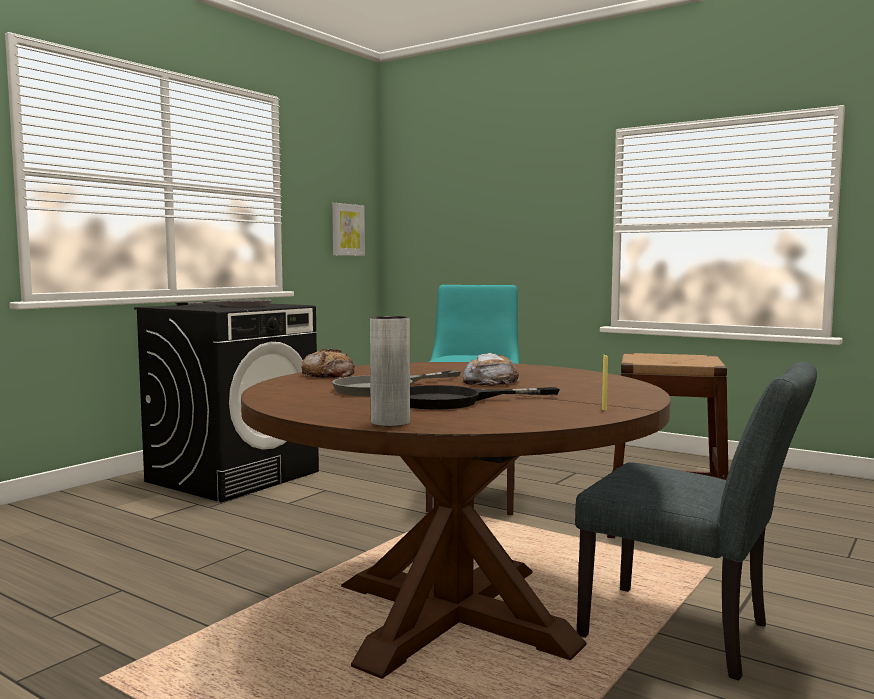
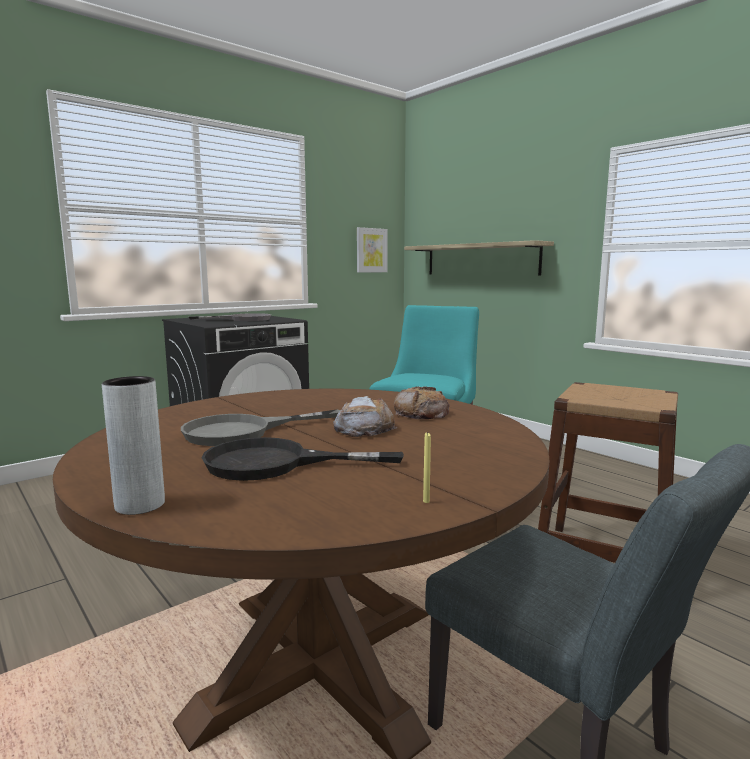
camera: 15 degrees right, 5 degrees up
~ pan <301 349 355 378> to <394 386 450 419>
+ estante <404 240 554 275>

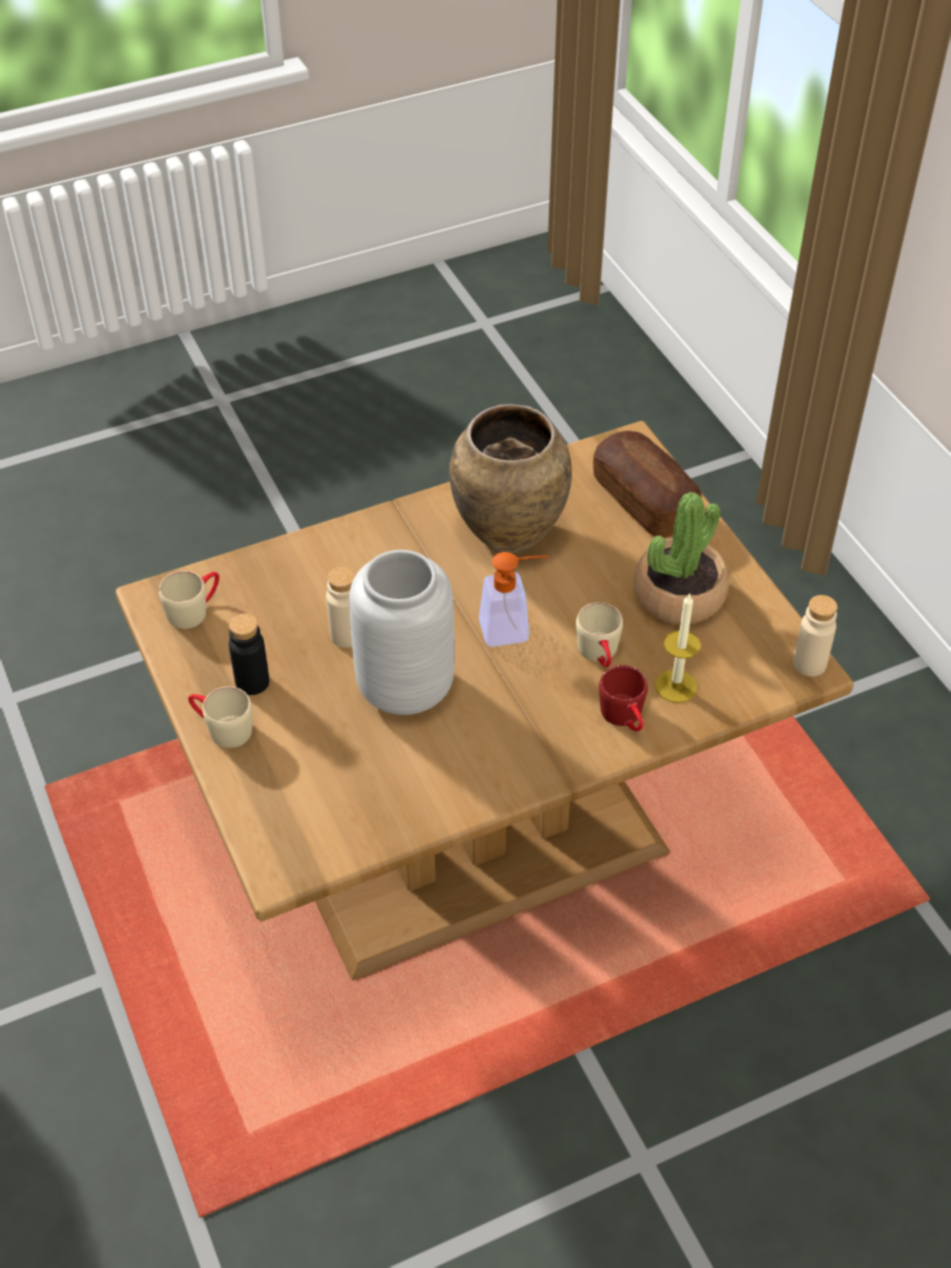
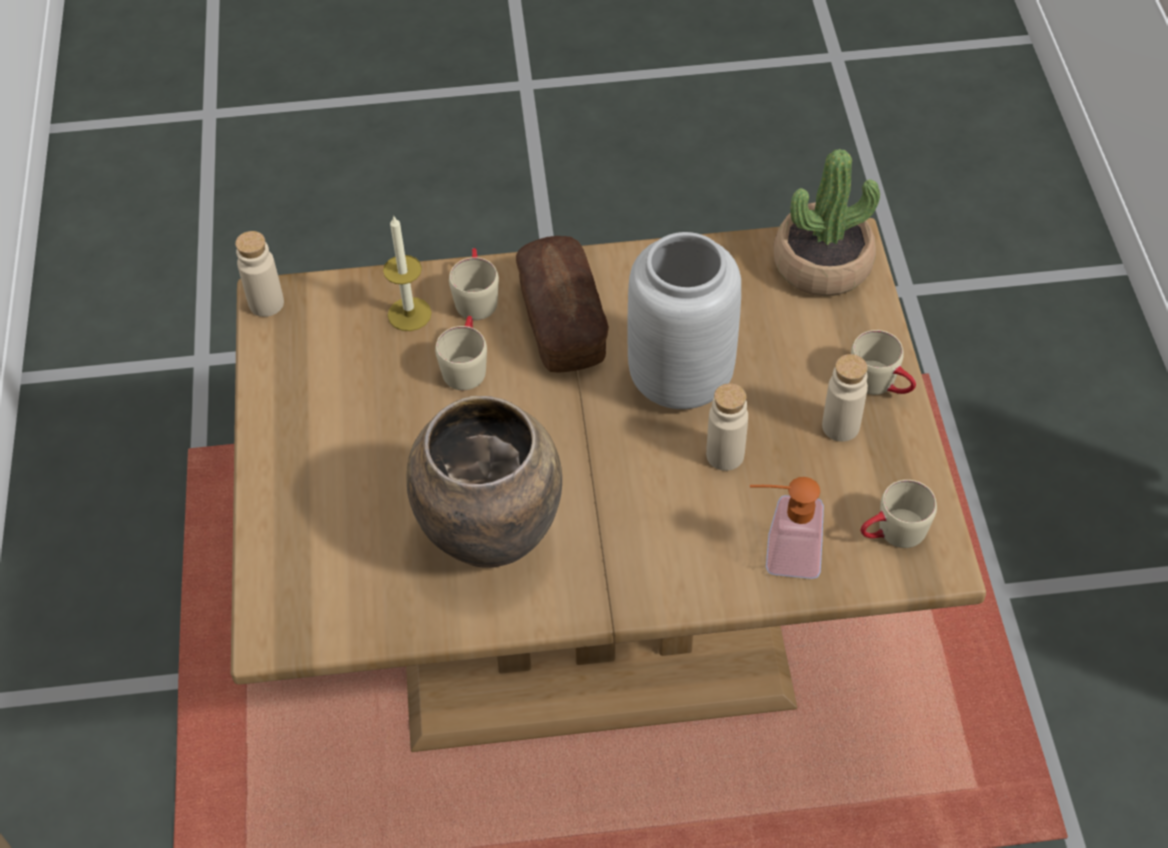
camera: 160 degrees left, 5 degrees up
~ pan <593 431 702 538> to <516 236 609 373>
~ planta en maceta <634 492 729 624> to <774 149 880 296>
~ dispensador de jabón <479 552 549 647> to <750 477 824 579>
~ botella [negro] <229 613 269 695> to botella [beis] <822 354 868 442>
~ taza grande [rojo] <599 665 648 731> to taza grande [beis] <449 248 499 320>

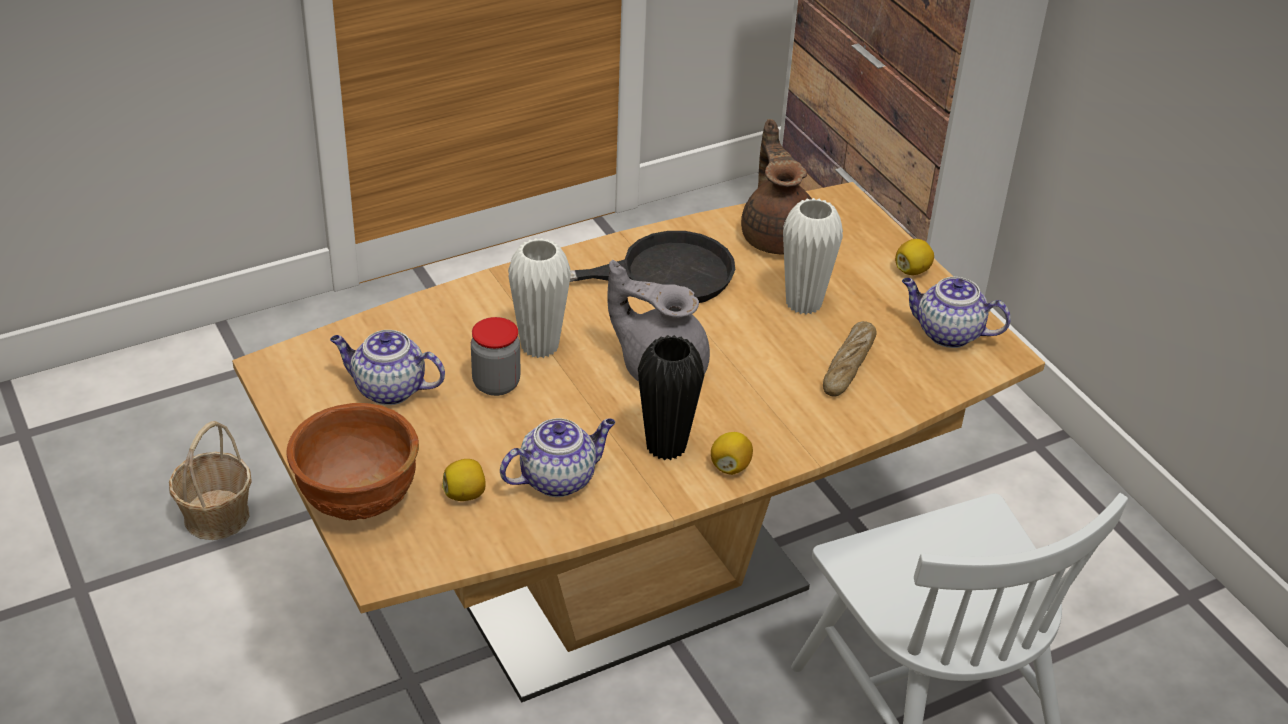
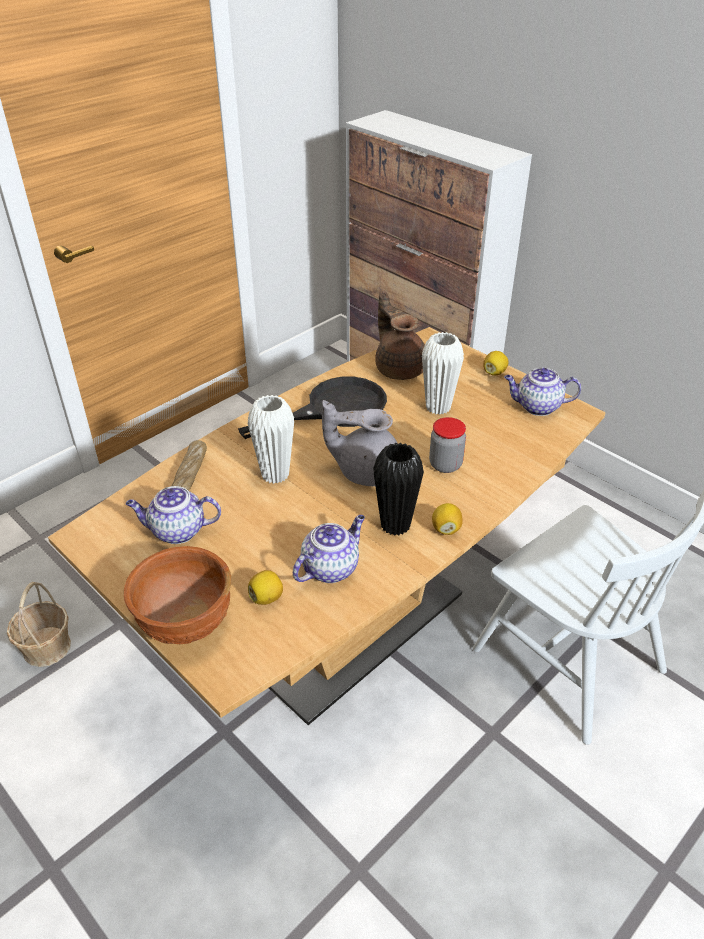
camera: 15 degrees left, 0 degrees up
~ tarro <471 317 521 396> to <429 417 466 473>
~ pan <823 321 876 397> to <172 440 207 491>

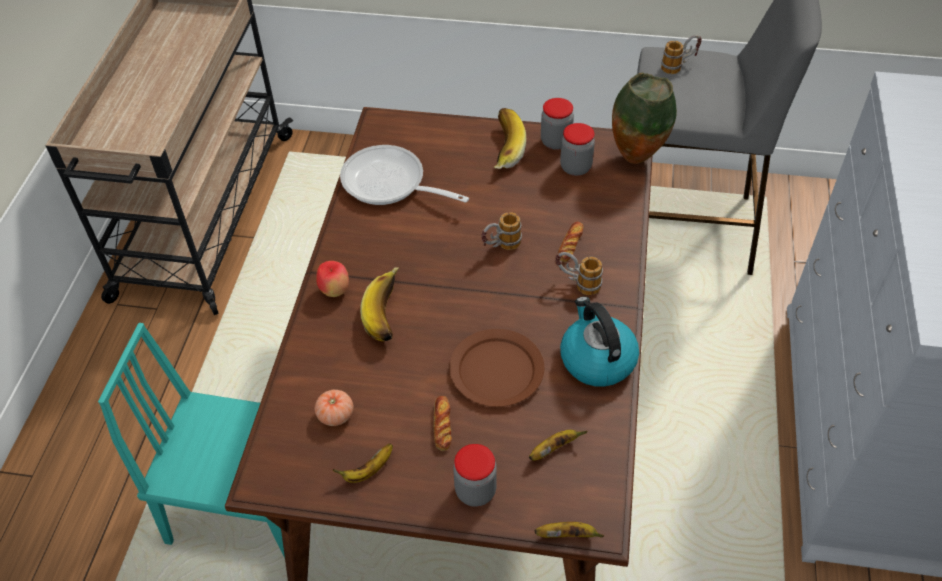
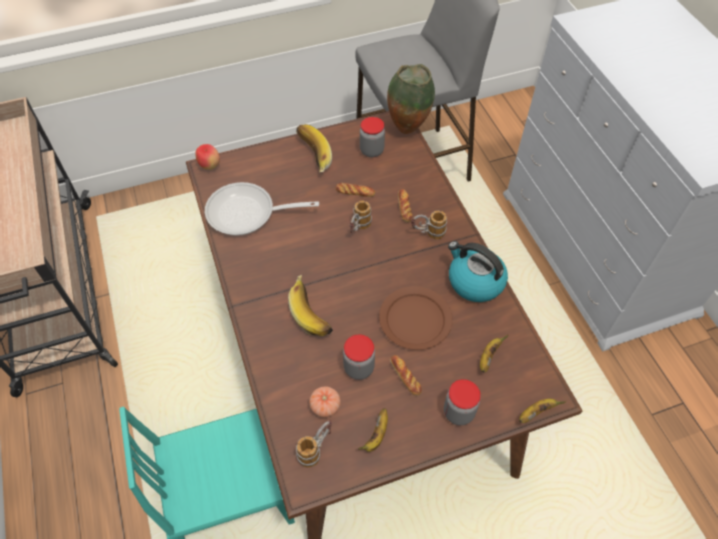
camera: 30 degrees left, 5 degrees up
~ taza grande <661 35 702 74> to <296 420 332 468>
~ tarro <541 98 574 150> to <343 334 375 380>
~ manzana <316 261 349 297> to <195 144 220 170>
+ pan <336 183 375 197>

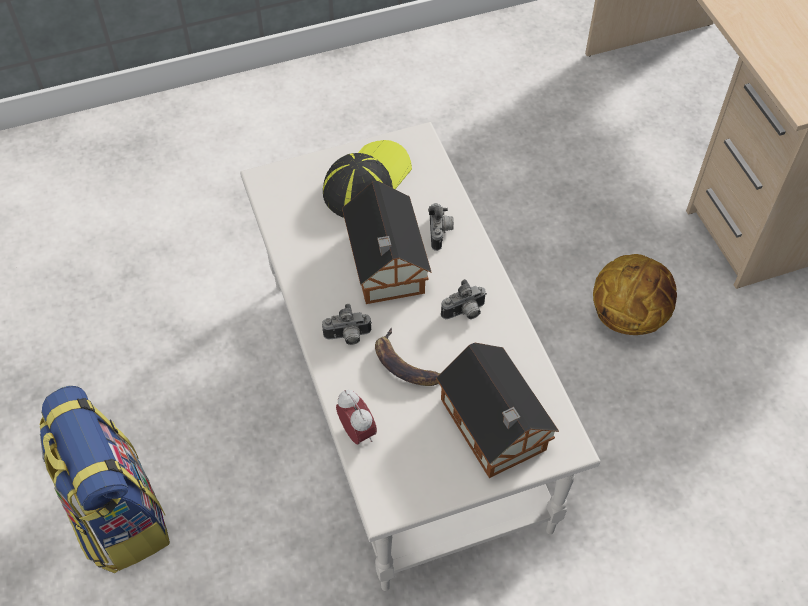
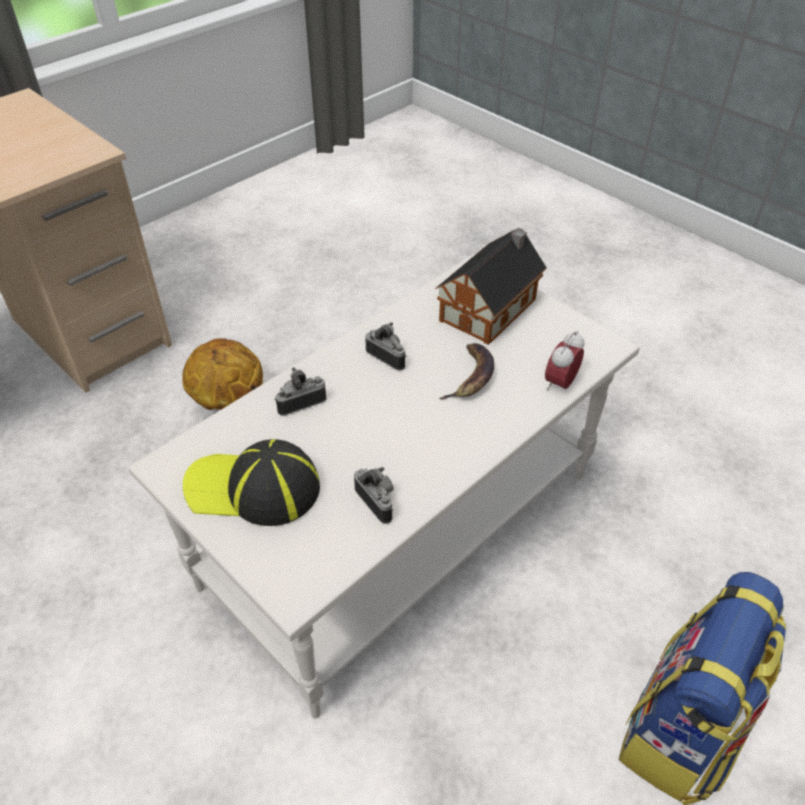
camera: 115 degrees left, 10 degrees down
- casita <342 181 432 304>
~ cámara <322 304 372 345> to <354 467 394 524>

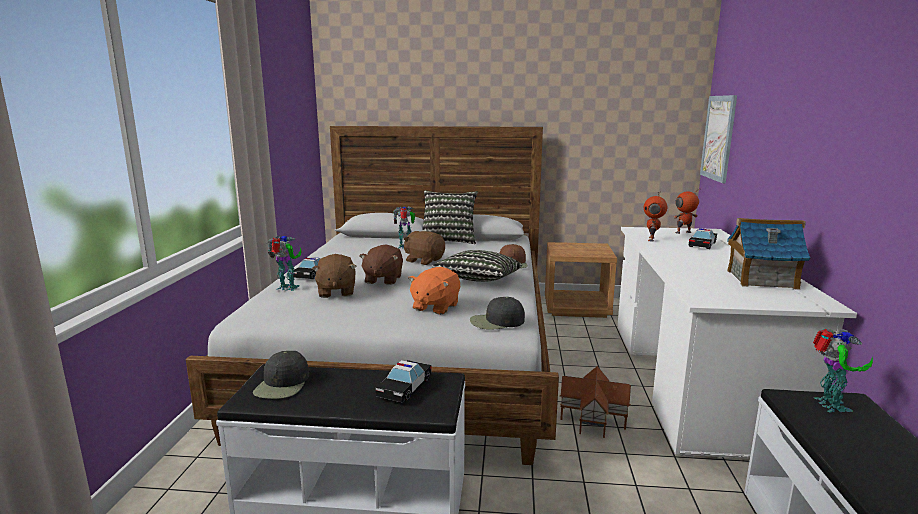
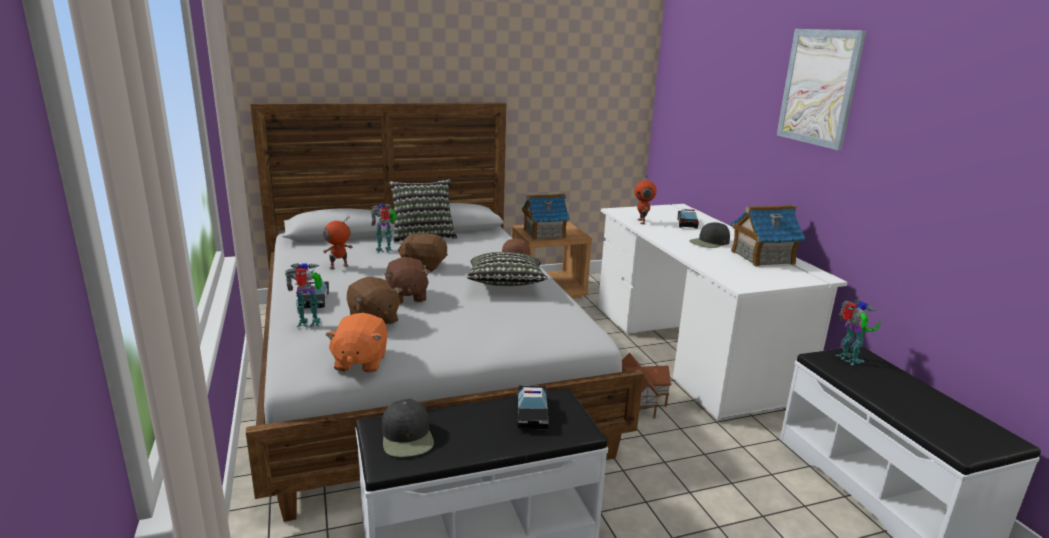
camera: 25 degrees left, 5 degrees up
~ cuadro <700 95 737 183> to <777 29 866 150>
~ robot de juguete <674 189 699 234> to <323 217 353 270>
~ peluche [naranja] <408 267 460 315> to <325 313 388 373>
~ gorra [negro] <470 297 525 330> to <689 222 730 248>
+ casita <522 194 570 240>

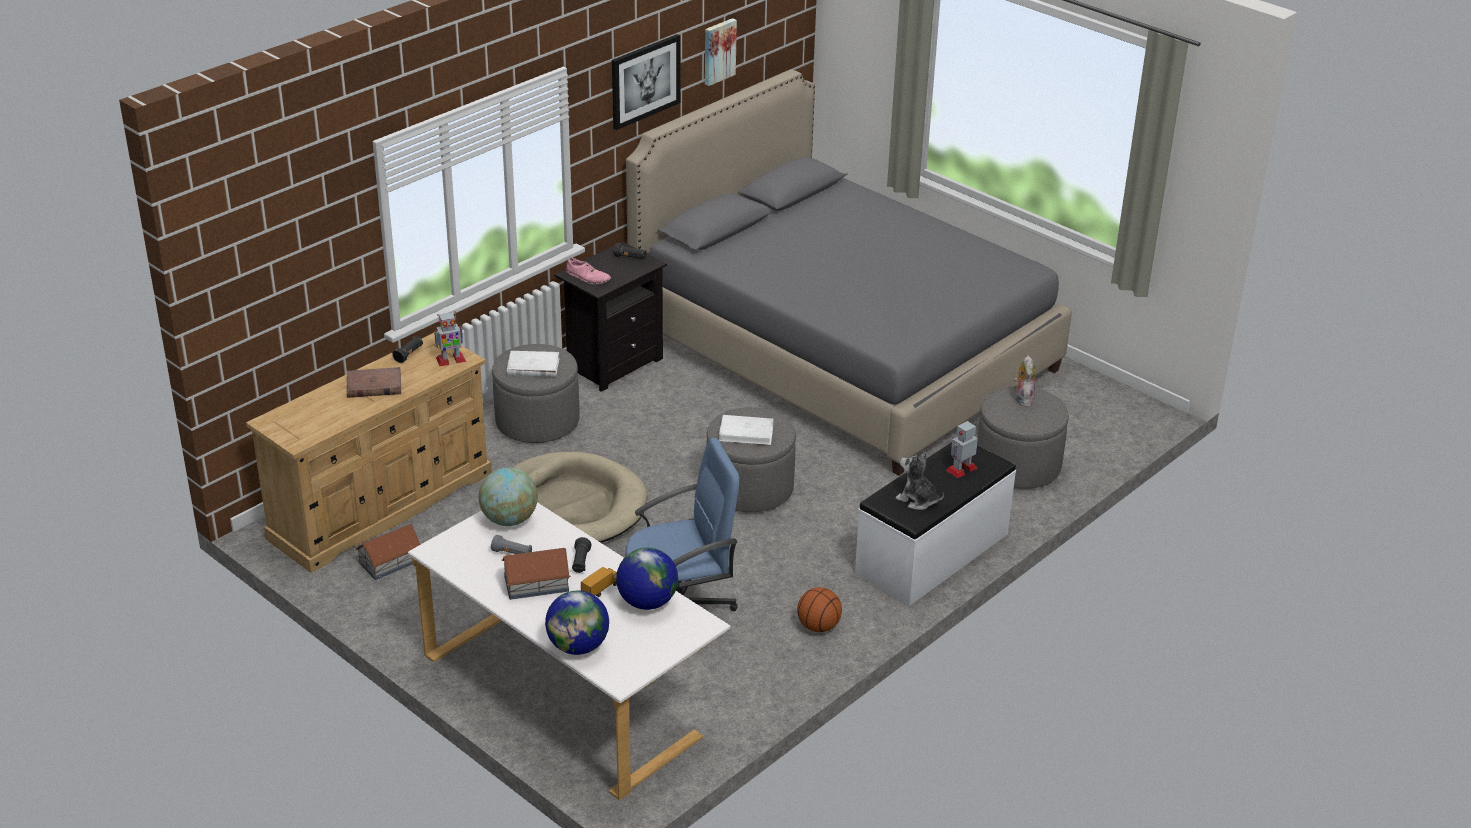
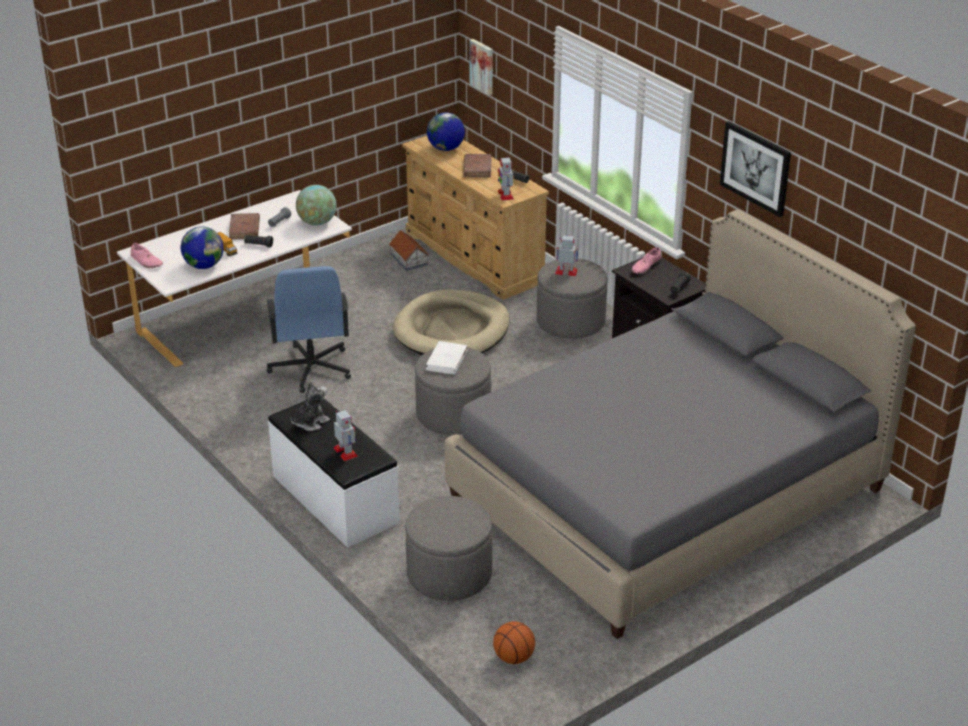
camera: 100 degrees right, 0 degrees up
~ cuadro <705 18 737 86> to <469 39 493 95>
~ libro [blanco] <507 351 559 377> to robot de juguete <555 235 579 276>
- peluche <1014 356 1035 407>
~ casita <502 548 571 600> to libro [marrón] <229 213 260 240>
~ balón de baloncesto <797 587 842 632> to <493 621 535 664>
~ globo terráqueo <545 591 609 655> to <427 112 465 151>
+ zapato [rosa] <131 243 163 268>

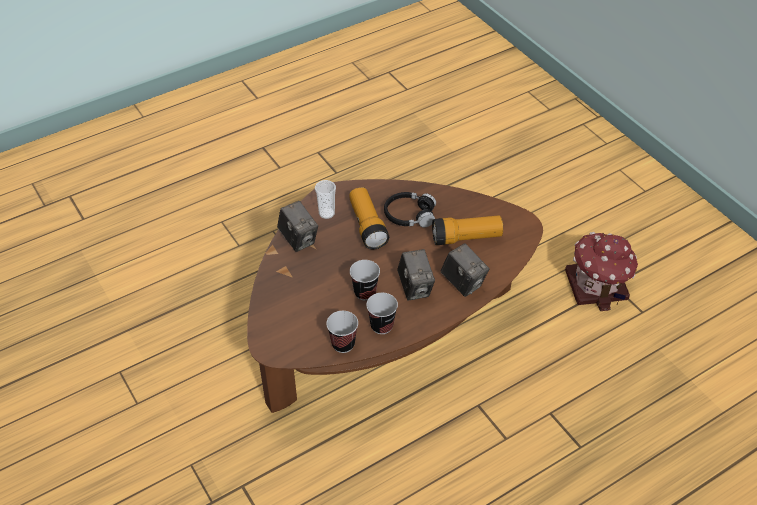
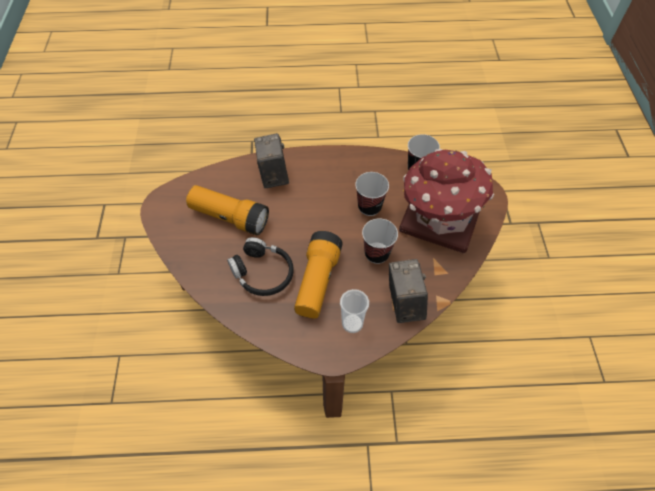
camera: 150 degrees left, 10 degrees up
~ casita <565 232 638 311> to <399 149 494 253>
- cámara <397 249 435 301>
~ taza <366 293 398 334> to <362 218 398 264>

